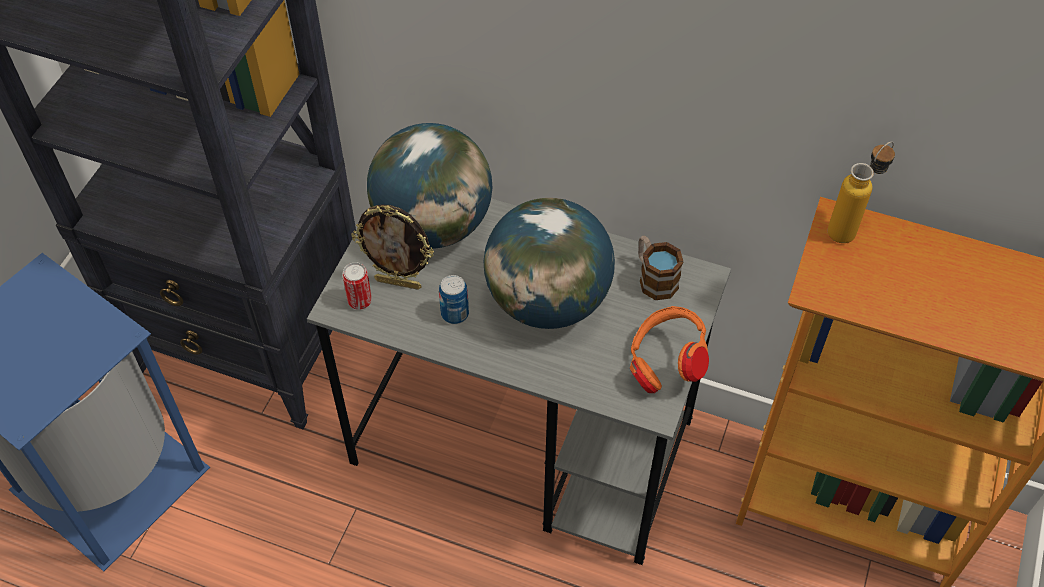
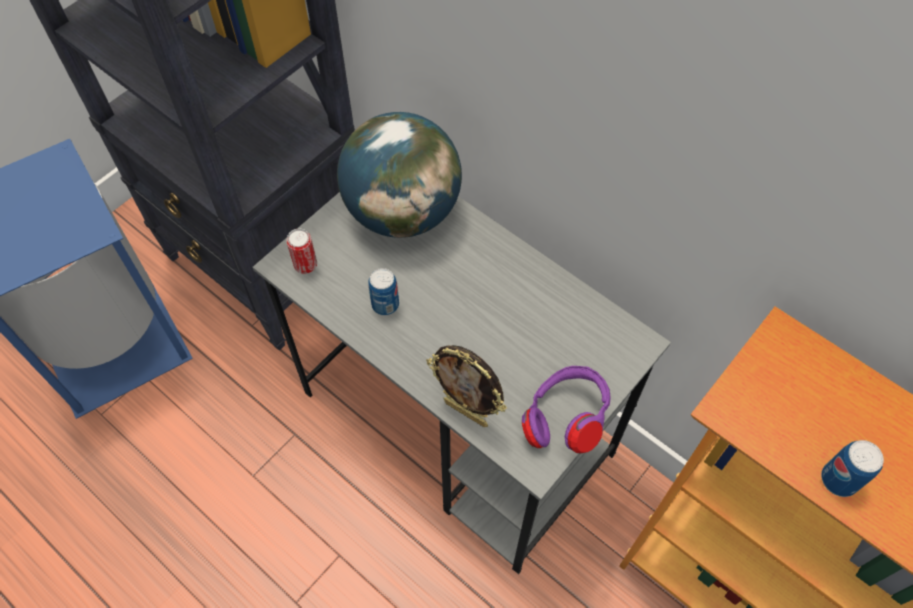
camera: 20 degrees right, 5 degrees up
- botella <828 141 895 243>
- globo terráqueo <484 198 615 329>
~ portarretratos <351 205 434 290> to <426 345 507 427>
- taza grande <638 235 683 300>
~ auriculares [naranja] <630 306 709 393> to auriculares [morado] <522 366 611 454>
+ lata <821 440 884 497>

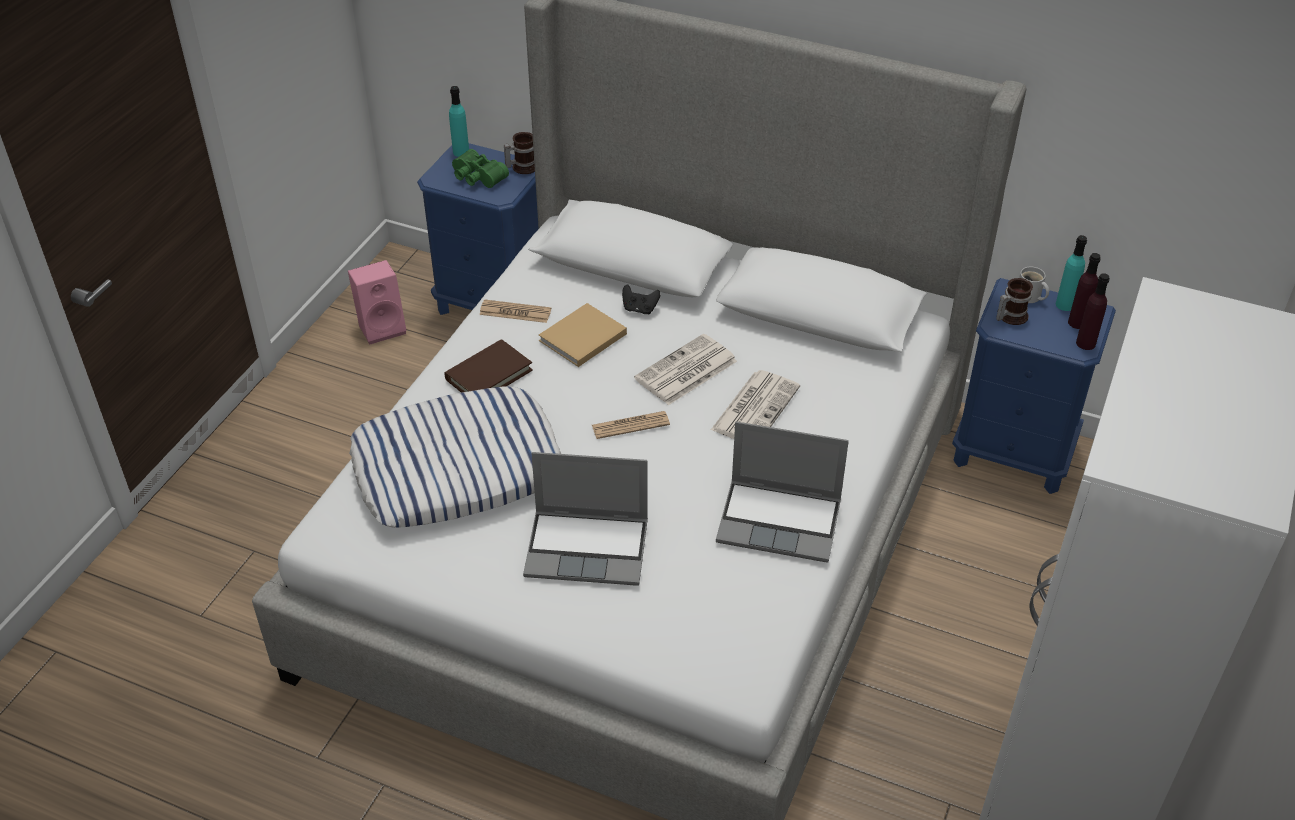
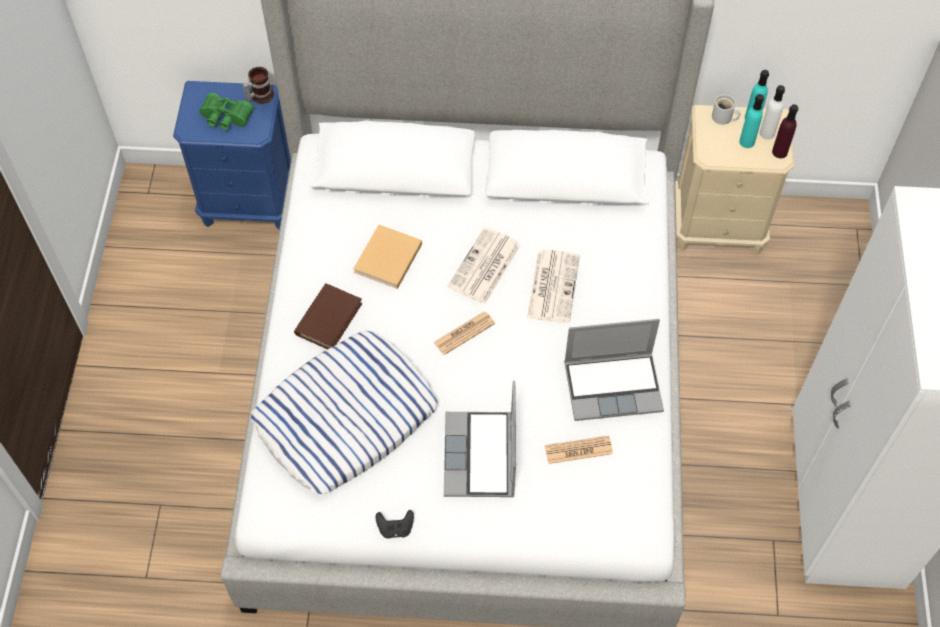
camera: 20 degrees left, 15 degrees up
~ botella [turquesa] <449 86 469 157> to <739 94 764 148>
~ botella [morado] <1068 253 1101 329> to botella [blanco] <760 85 785 140>
- altavoz [rosa] <348 260 407 345>
~ mesita de noche [azul] <952 278 1116 494> to mesita de noche [beis] <675 105 794 255>
- taza grande <996 278 1033 325>
~ mando de consola [negro] <622 285 661 315> to <376 510 414 539>
~ periódico <479 300 551 323> to <545 435 613 464>
~ portátil <523 452 648 586> = <444 380 516 497> 105 degrees clockwise

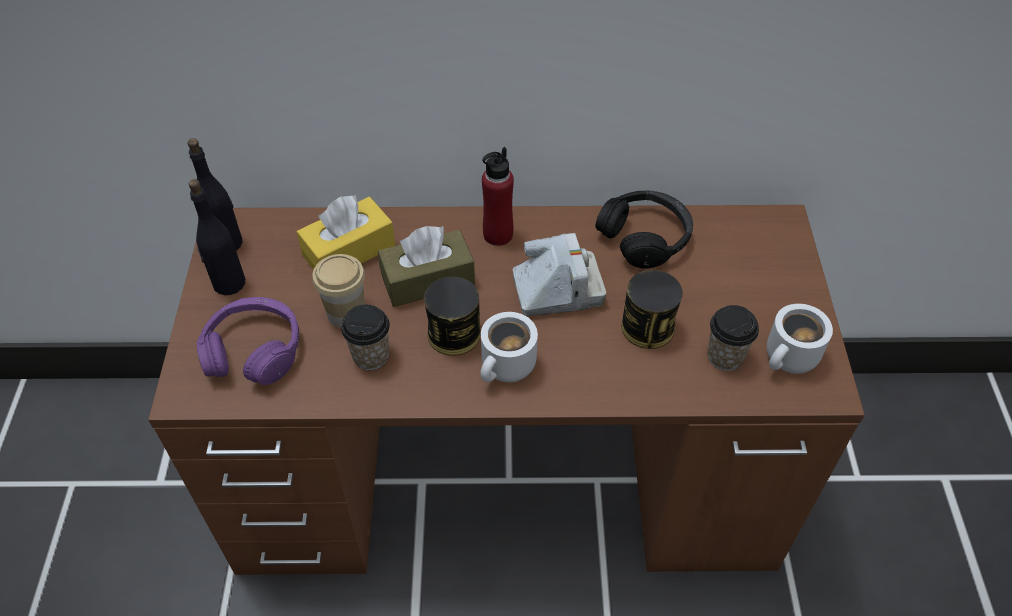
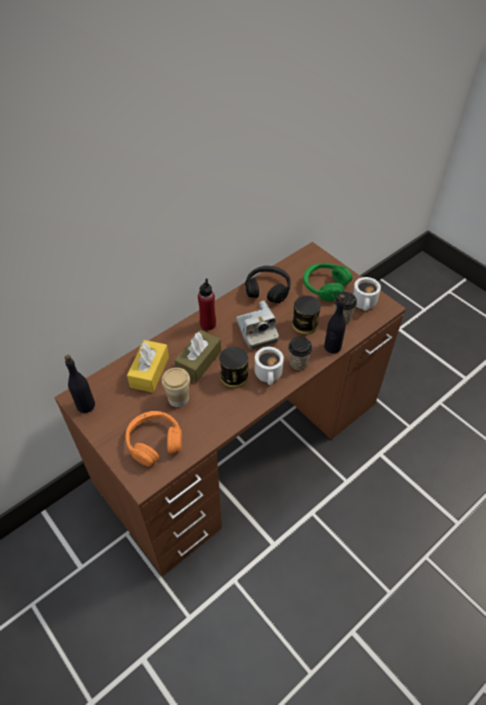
camera: 40 degrees left, 0 degrees up
~ botella [negro] <188 179 245 295> to <324 294 346 354>
~ cámara <513 233 606 316> = <236 301 279 350> 120 degrees clockwise
~ auriculares [morado] <197 297 299 385> to auriculares [naranja] <125 411 182 466>
~ taza <341 305 390 370> to <288 336 313 370>
+ auriculares [verde] <303 263 352 301>

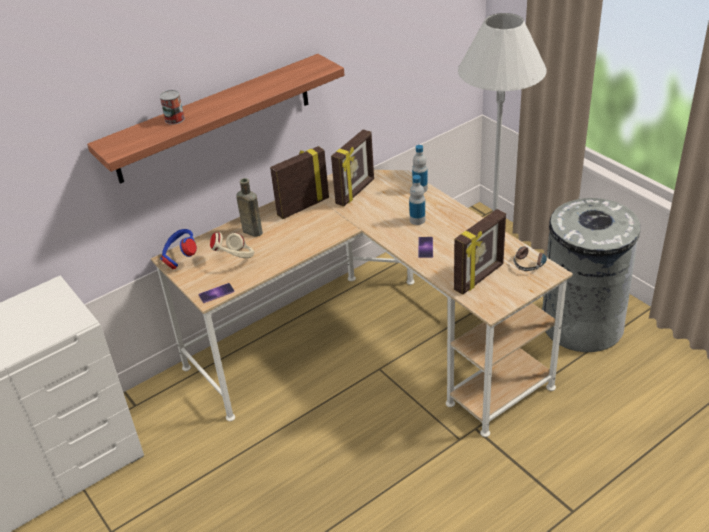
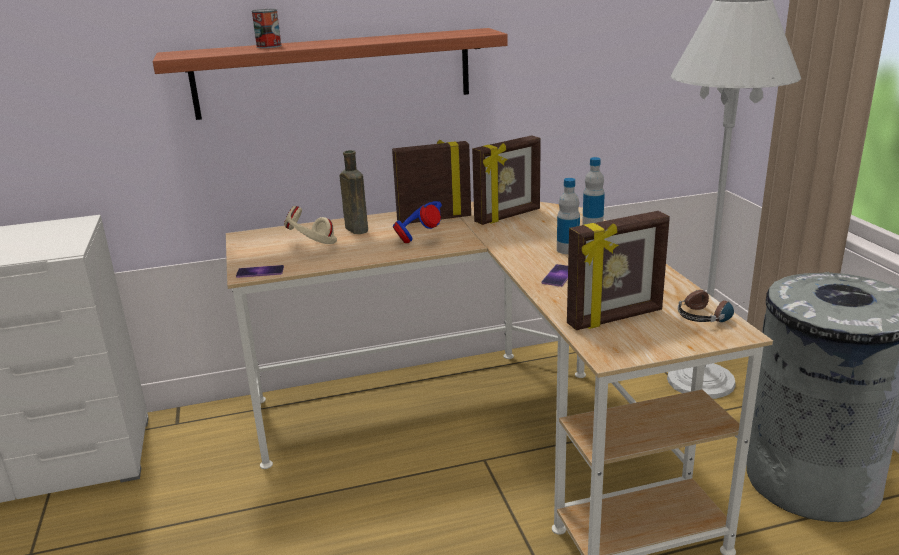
camera: 20 degrees right, 15 degrees down
~ auriculares [azul] <161 229 197 269> to <393 201 442 243>

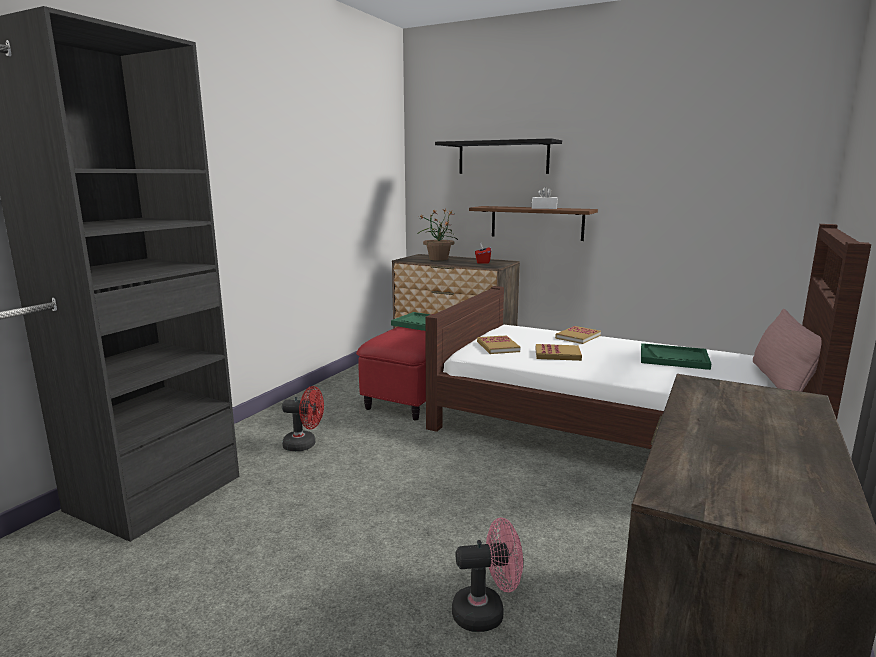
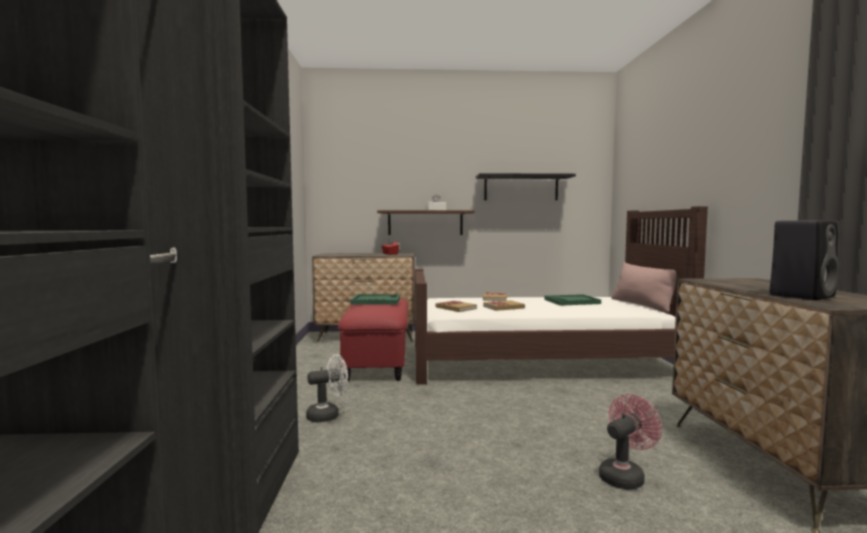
camera: 30 degrees left, 10 degrees down
~ estante [negro] <435 138 562 174> to <476 173 576 200>
- planta en maceta <417 209 458 261>
~ ventilador [rojo] <282 386 324 451> to ventilador [blanco] <306 354 348 422>
+ altavoz [negro] <769 220 839 300>

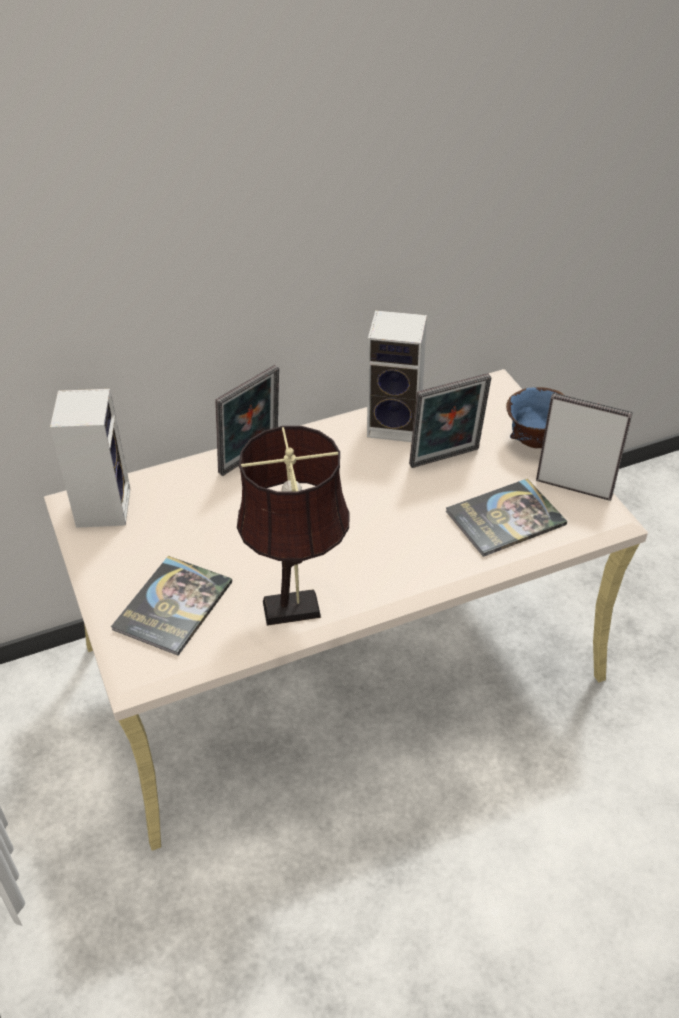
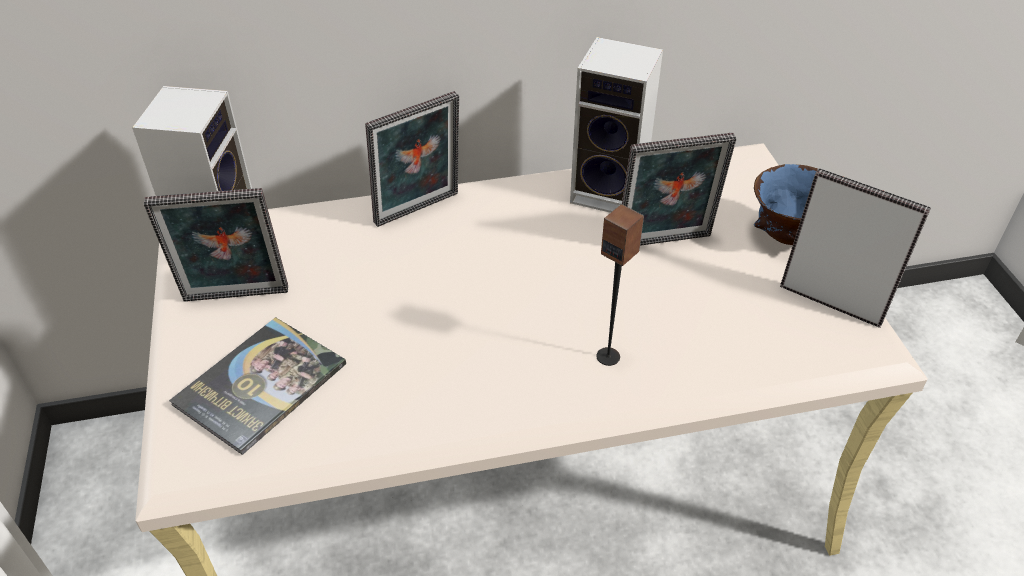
camera: 10 degrees right, 0 degrees up
- lámpara de mesa [marrón] <237 426 350 626>
- libro <446 478 567 557>
+ portarretratos <144 188 288 302>
+ altavoz <596 204 644 366>

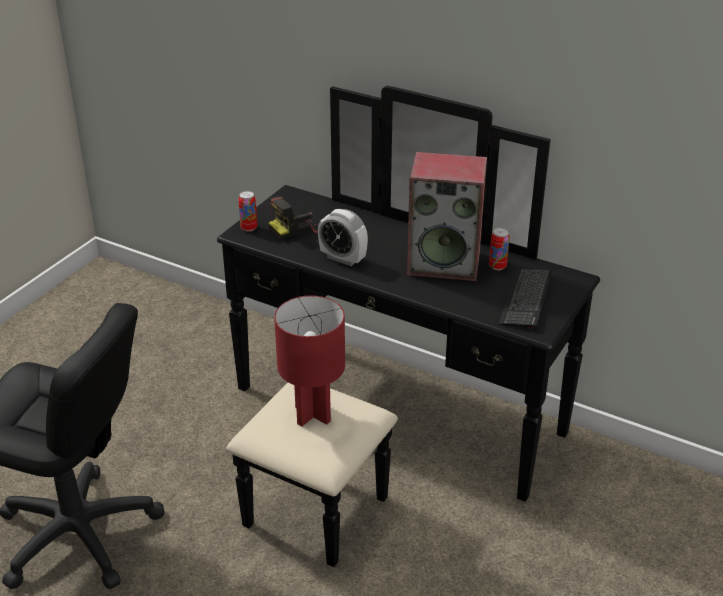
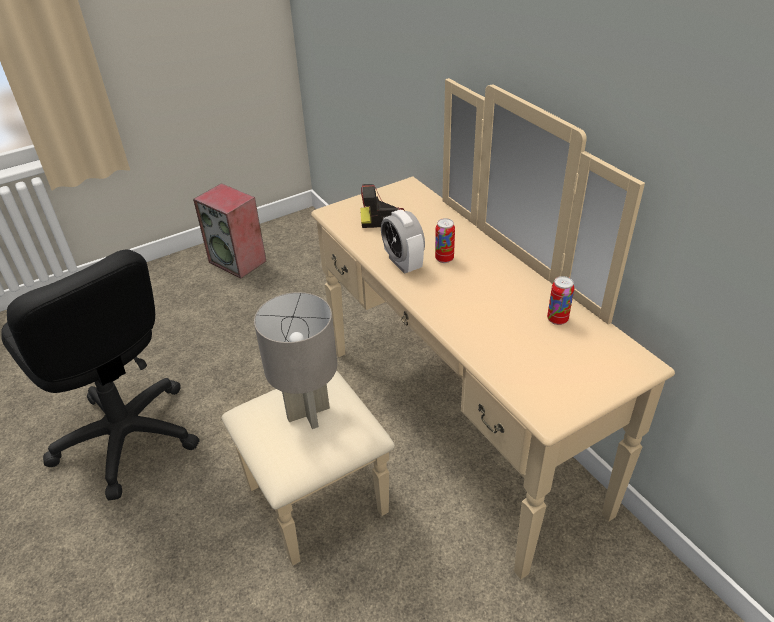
camera: 30 degrees right, 5 degrees up
~ cómoda [negro] <217 86 600 567> to cómoda [beis] <222 78 675 579>
~ altavoz <407 152 487 281> to <193 183 266 279>
~ lata <238 191 257 232> to <435 218 455 263>
- teclado <498 269 552 329>
~ lámpara de mesa [rojo] <274 295 345 426> to lámpara de mesa [gris] <254 292 337 429>

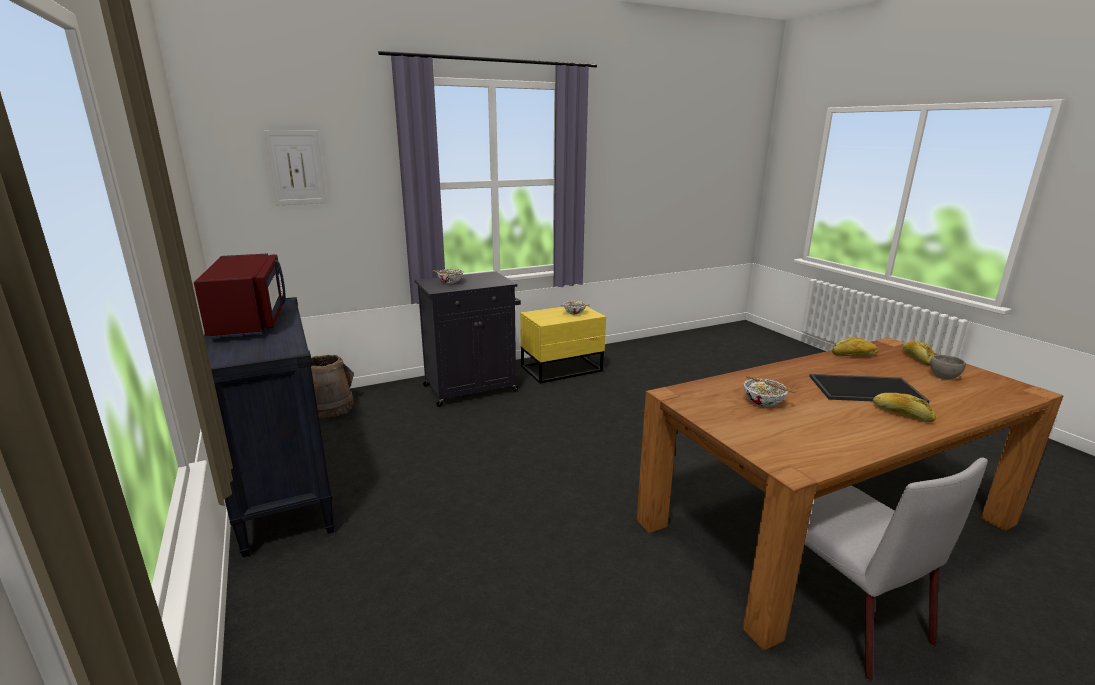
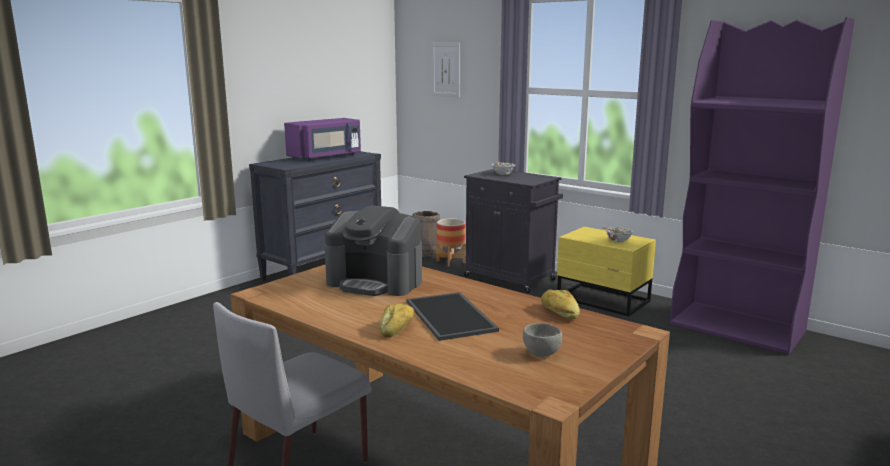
camera: 65 degrees right, 5 degrees down
~ microondas [rojo] <194 254 286 339> to microondas [morado] <284 118 361 160>
- pan <903 340 935 365>
~ cuenco <743 376 797 407> to cafetera <324 205 422 296>
+ estantería [morado] <670 17 855 355>
+ maceta <436 219 466 267>

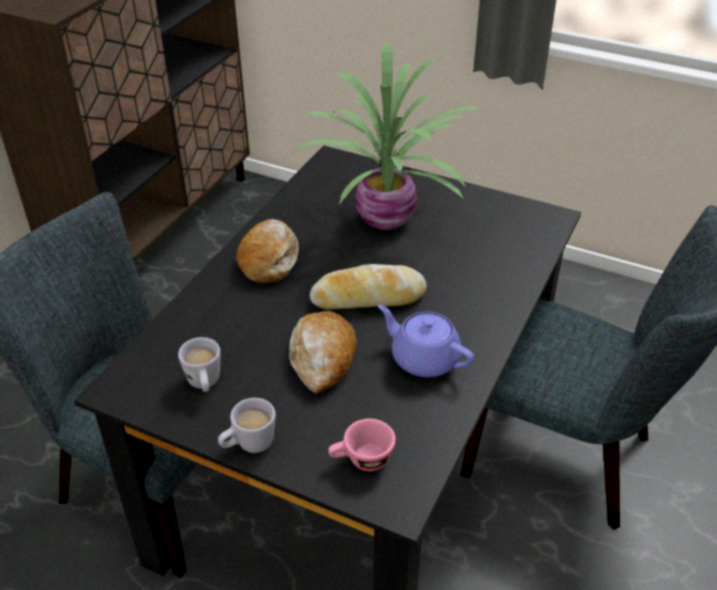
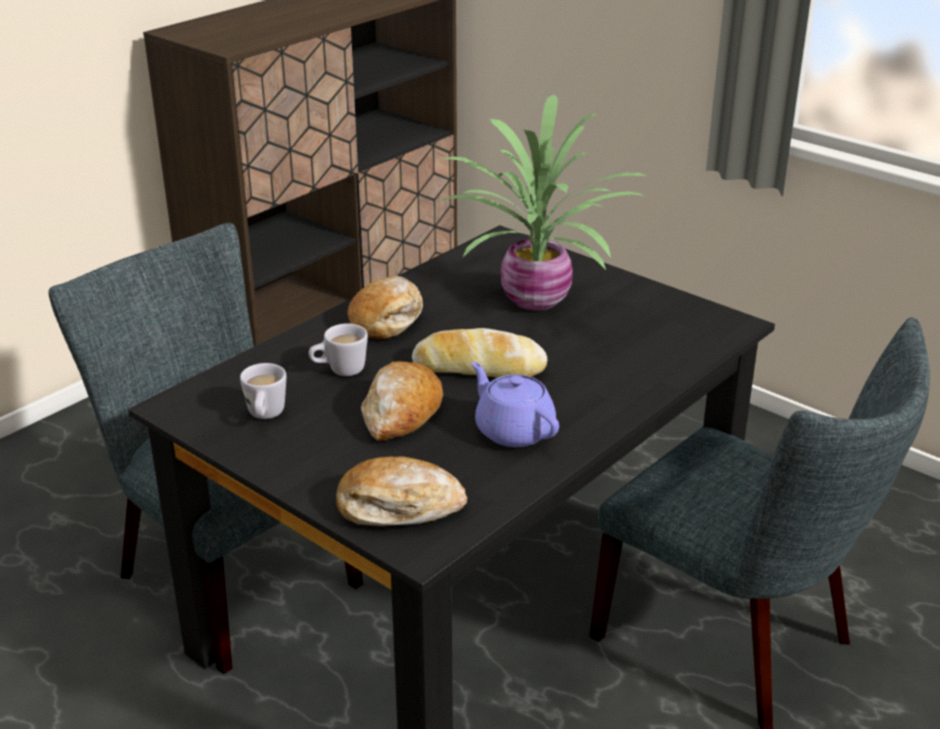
camera: 15 degrees right, 10 degrees down
~ taza grande [blanco] <218 398 276 453> to <309 324 368 376>
~ taza [rosa] <328 419 396 471> to pan <336 456 467 526>

